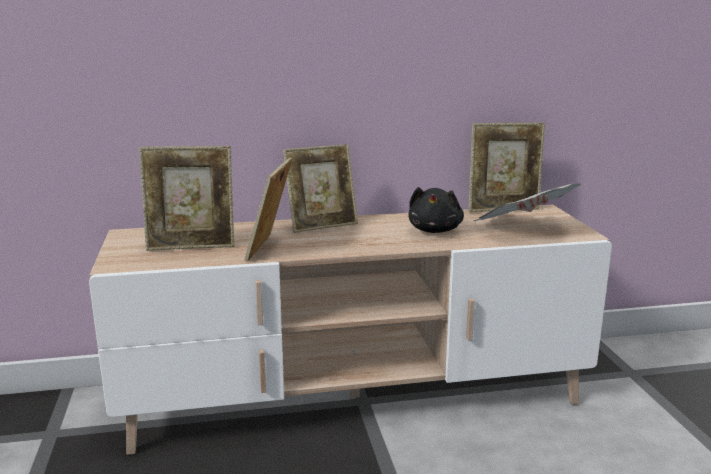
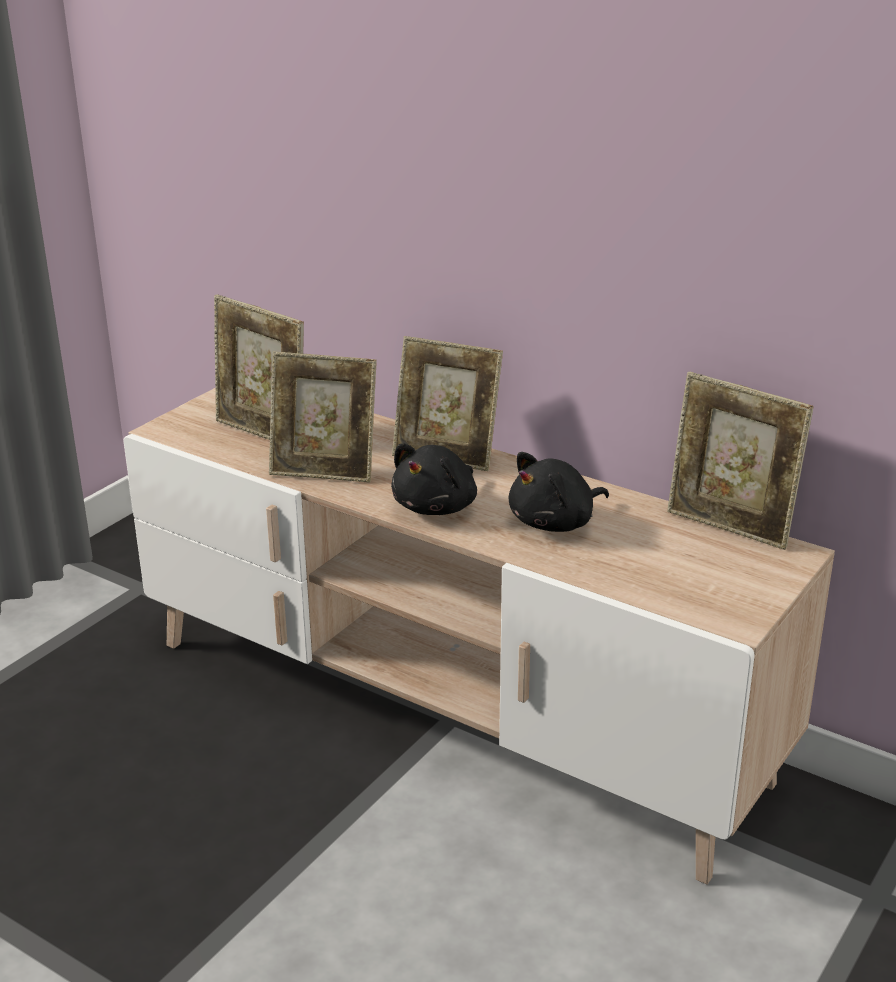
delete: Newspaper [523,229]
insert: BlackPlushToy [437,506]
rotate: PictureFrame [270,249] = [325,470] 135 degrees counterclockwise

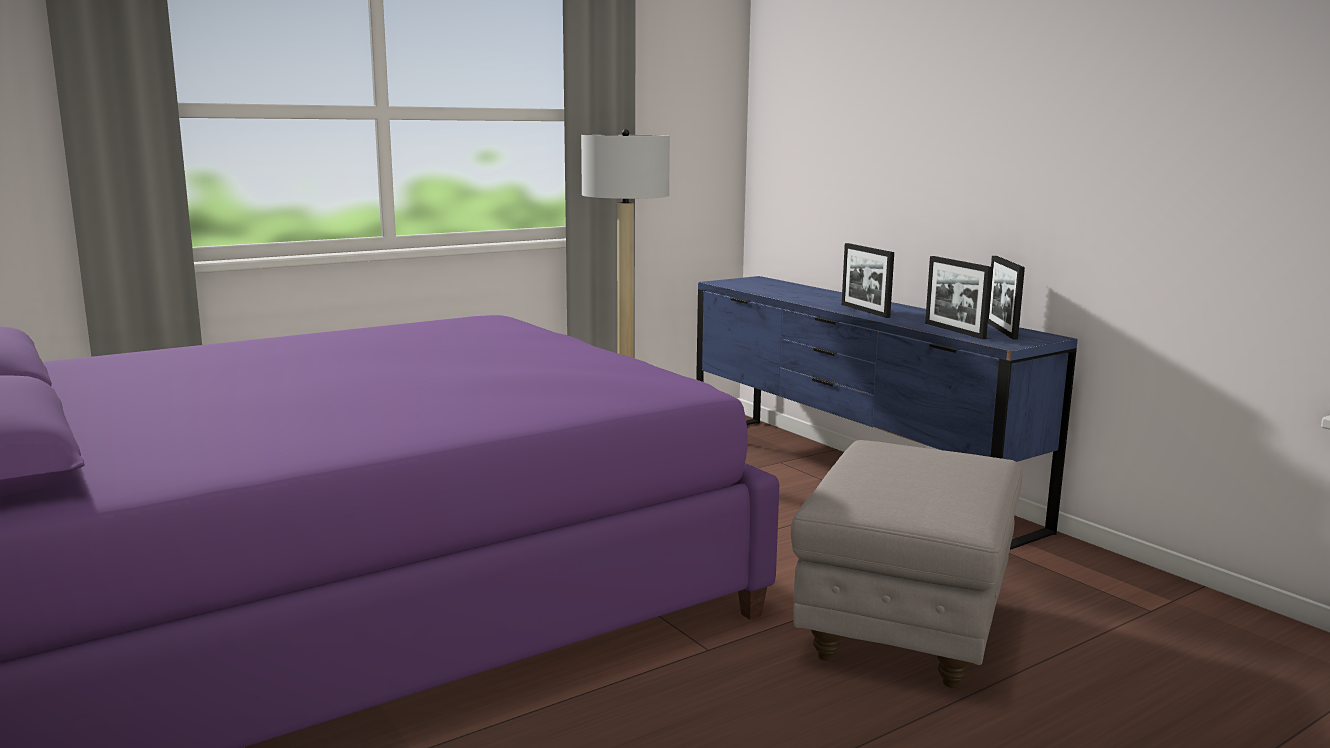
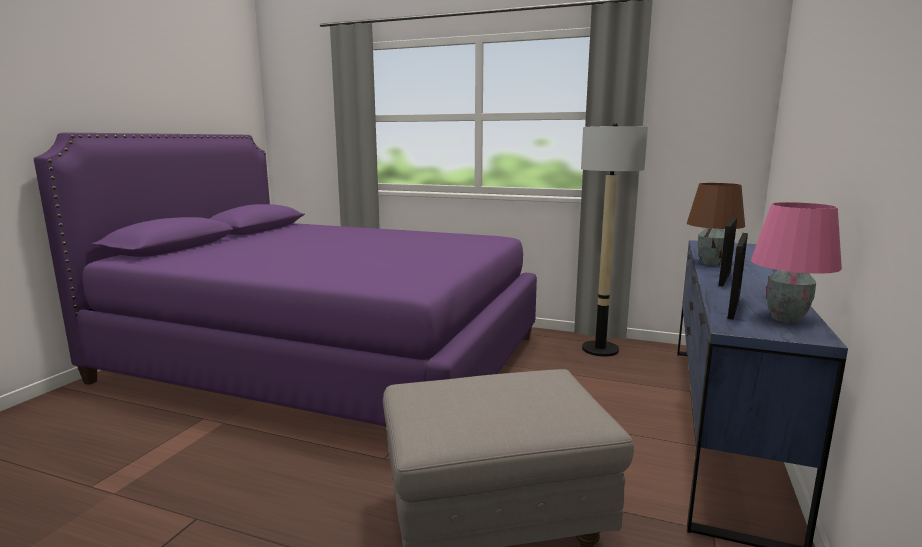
insert: BrownTableLamp [710,263]
replace: PictureFrame [1001,330] to PinkTableLamp [786,319]

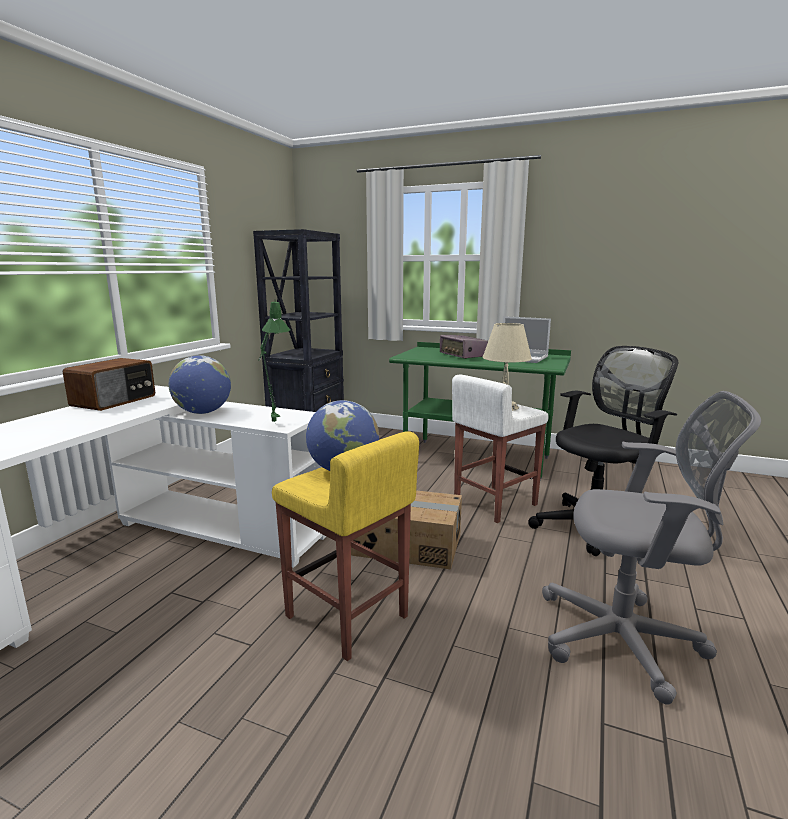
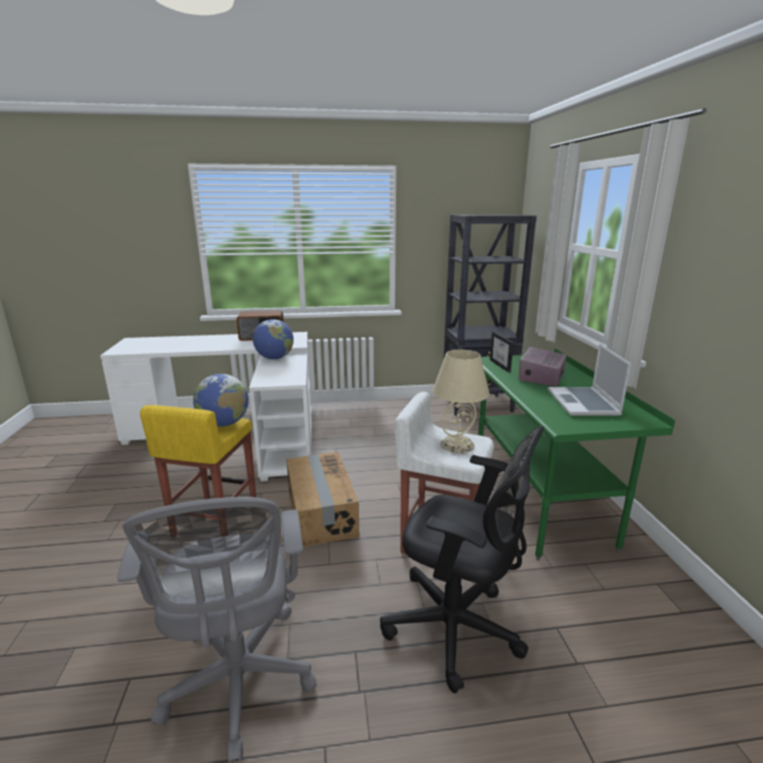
delete: GreenTableLamp [272,421]
insert: PictureFrame [503,366]

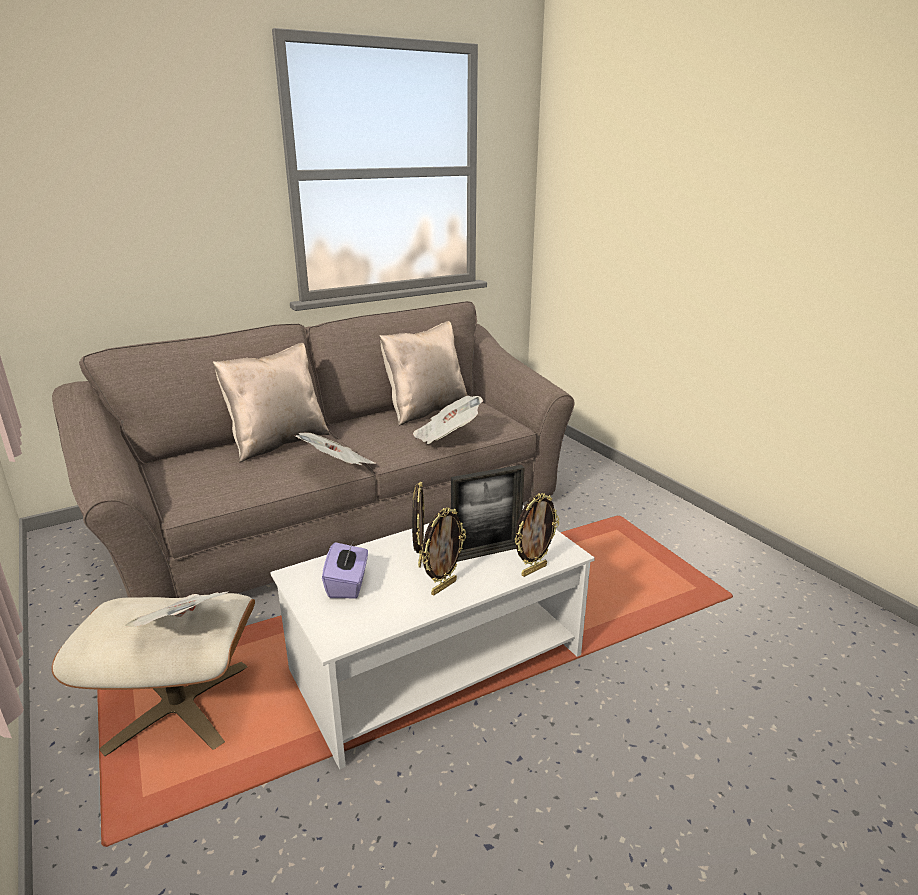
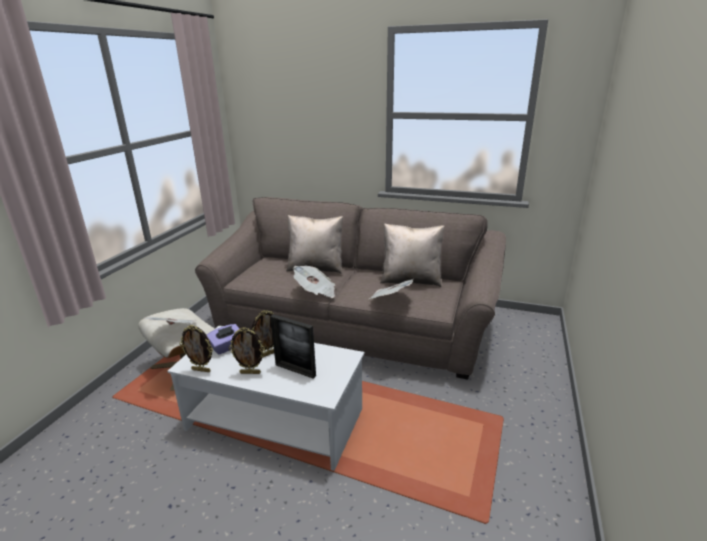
move: PictureFrame [533,570] to [201,370]

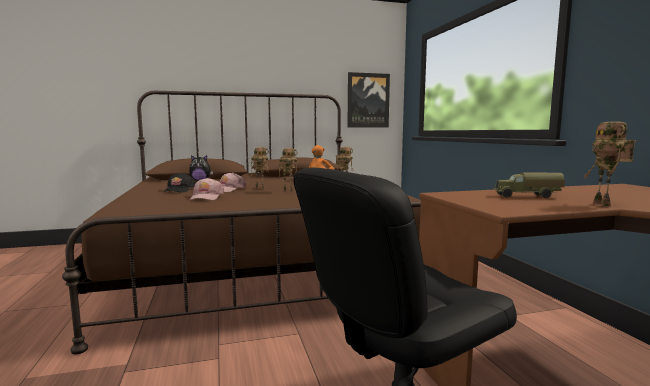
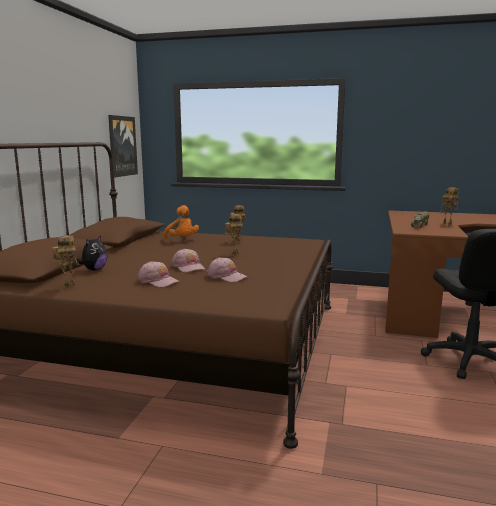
move: ToyRobot [260,188] to [69,287]
recolor: BlackCap [179,190] to PinkCap [158,281]

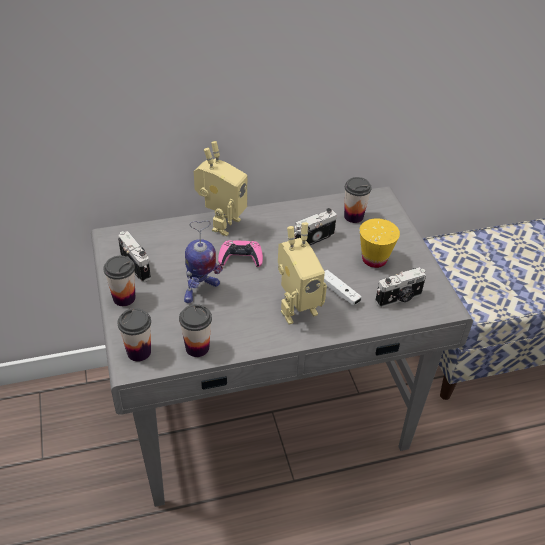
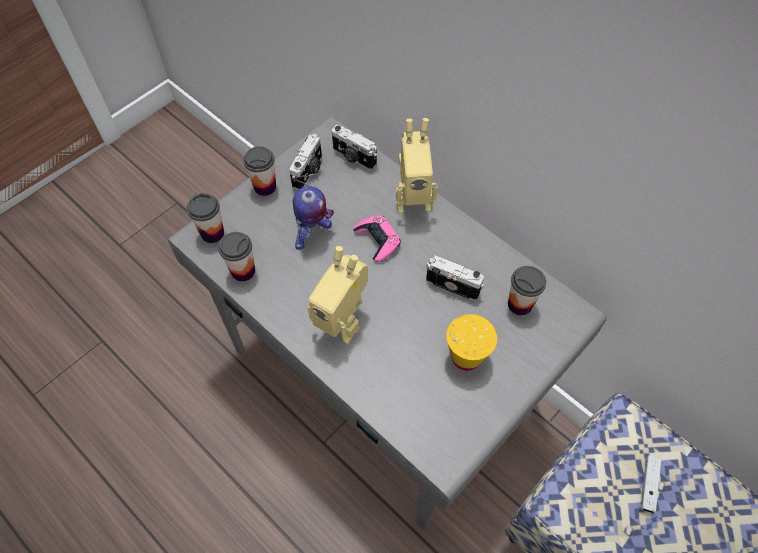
move: WhiteGameController [339,292] to [648,485]; PhotoCamera [399,298] to [353,158]
rotate: ToyRobot [200,291] = [312,234] 60 degrees counterclockwise

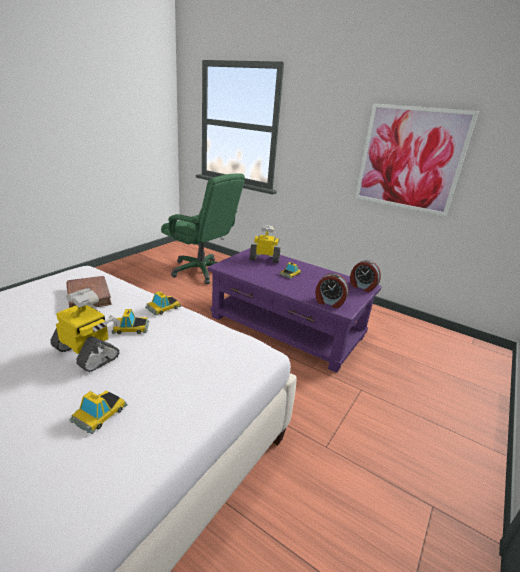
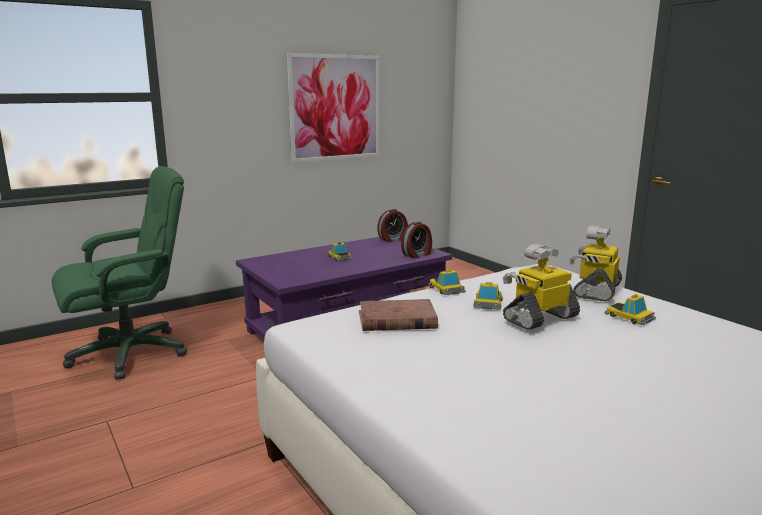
move: ToyRobot [264,259] to [595,290]

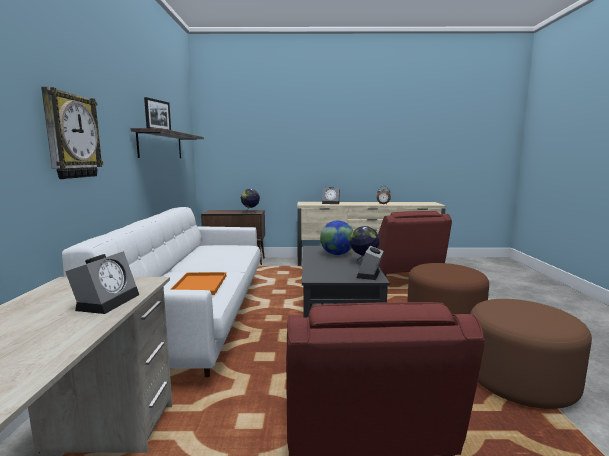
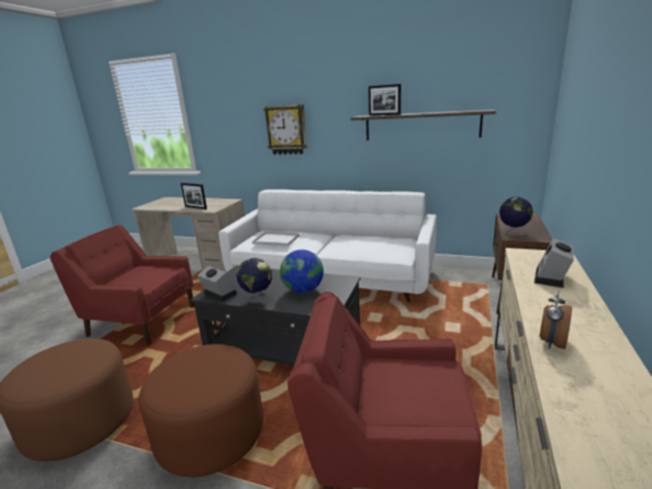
replace: AlarmClock [107,301] to PictureFrame [196,207]
recolor: OrangeTray [199,284] to WhiteTray [277,239]

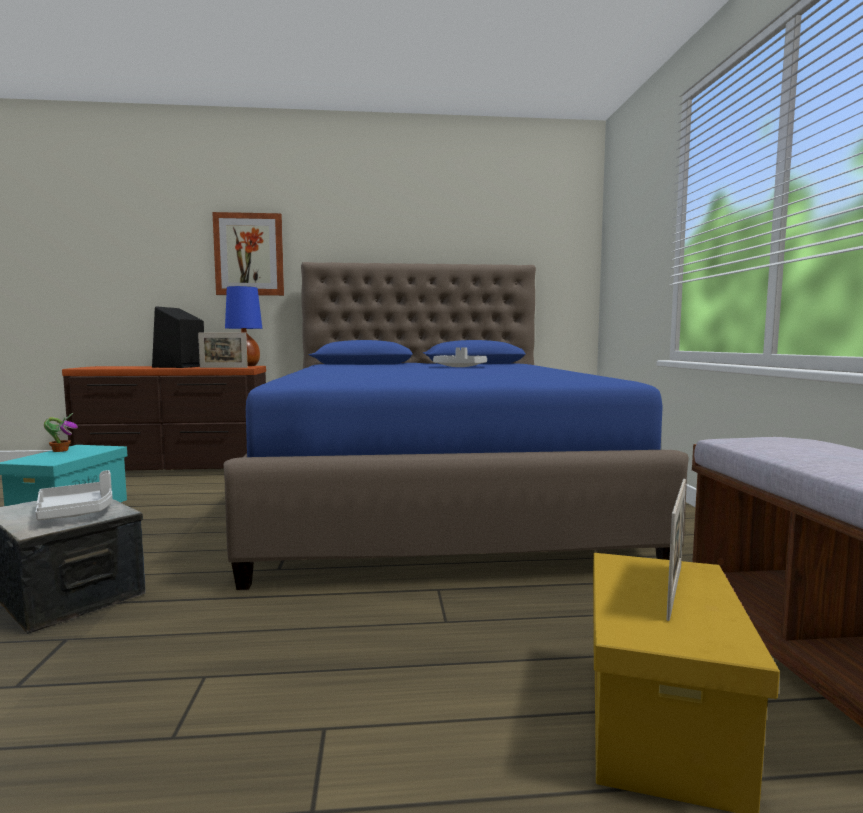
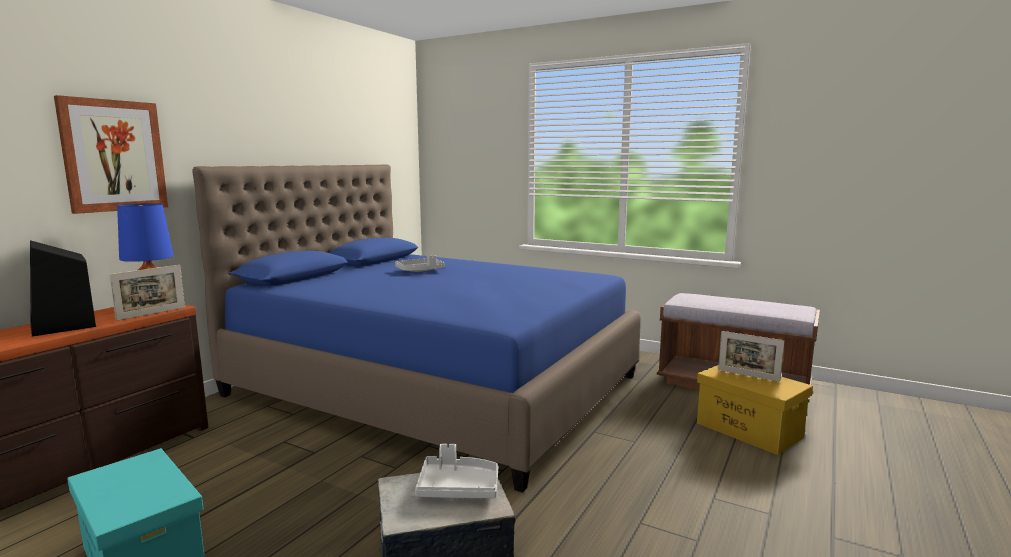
delete: PottedPlant [60,450]
rotate: PictureFrame [674,590] = [748,375] 150 degrees clockwise

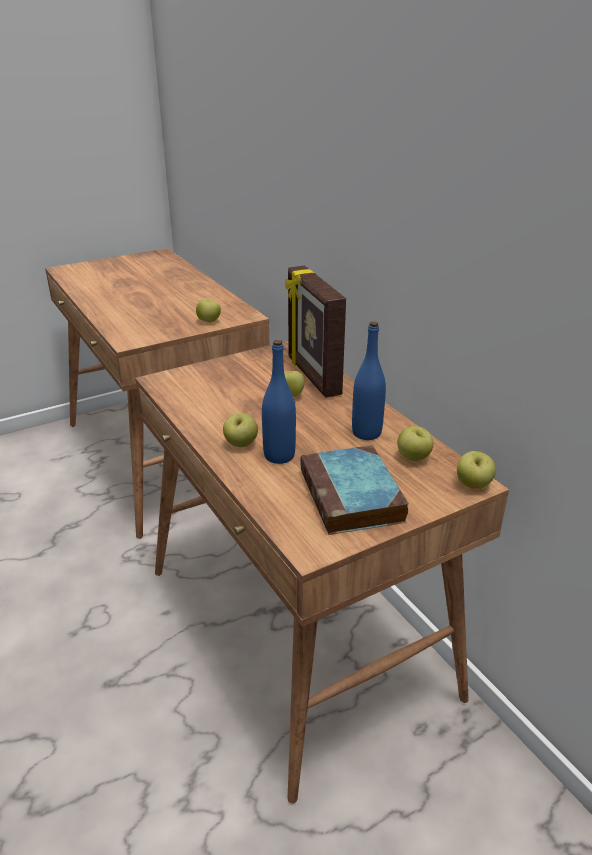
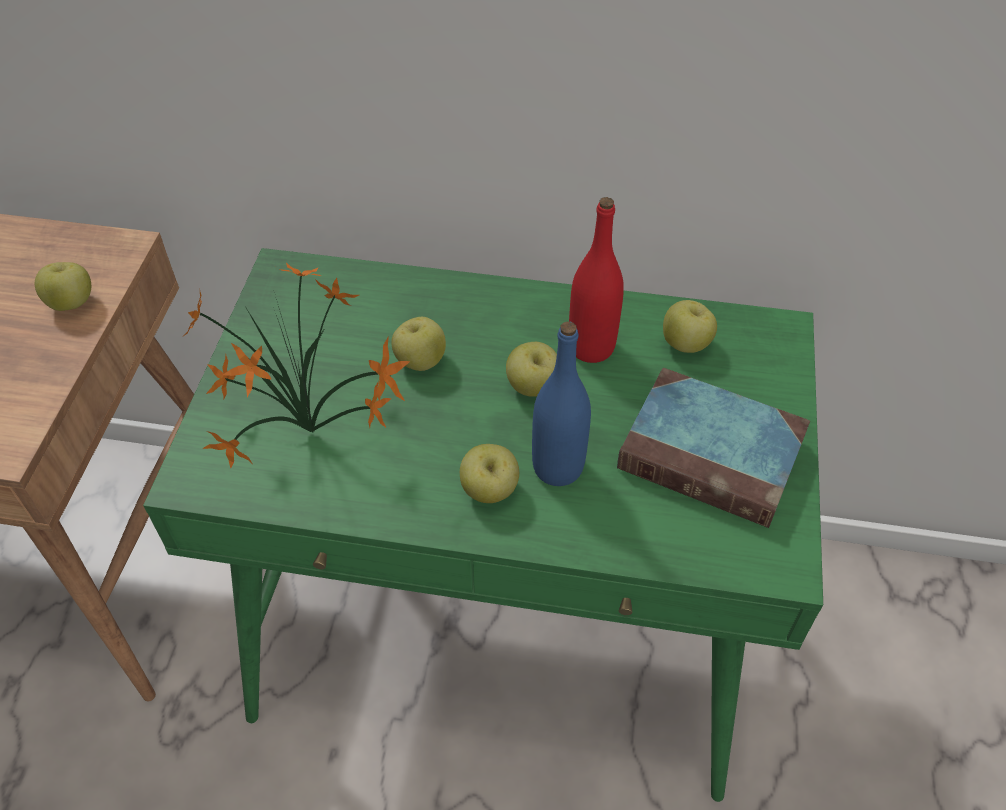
delete: PictureFrame [312,376]
insert: PottedPlant [316,435]
move: Apple [473,485] to [532,387]
recolor: BrownDesk [298,632] to GreenDesk [505,624]; BlueBottle [366,433] to RedBottle [591,347]

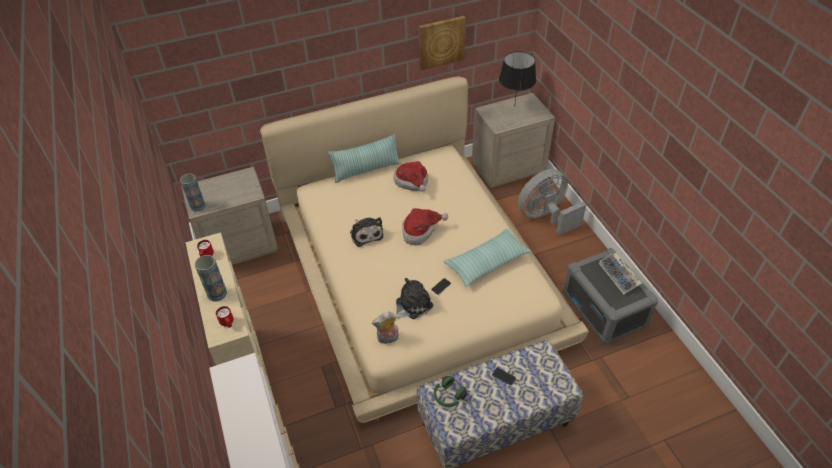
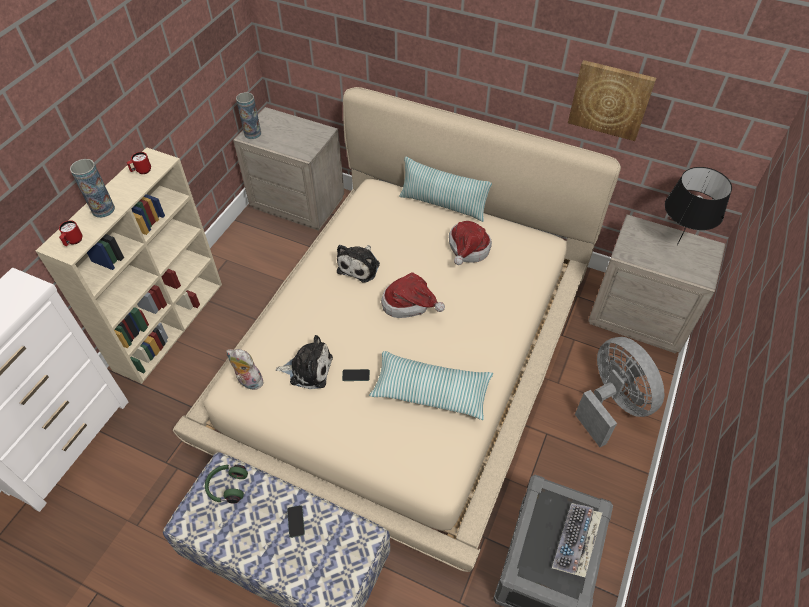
rotate: GreyFan [545,217] = [612,404] 45 degrees clockwise

